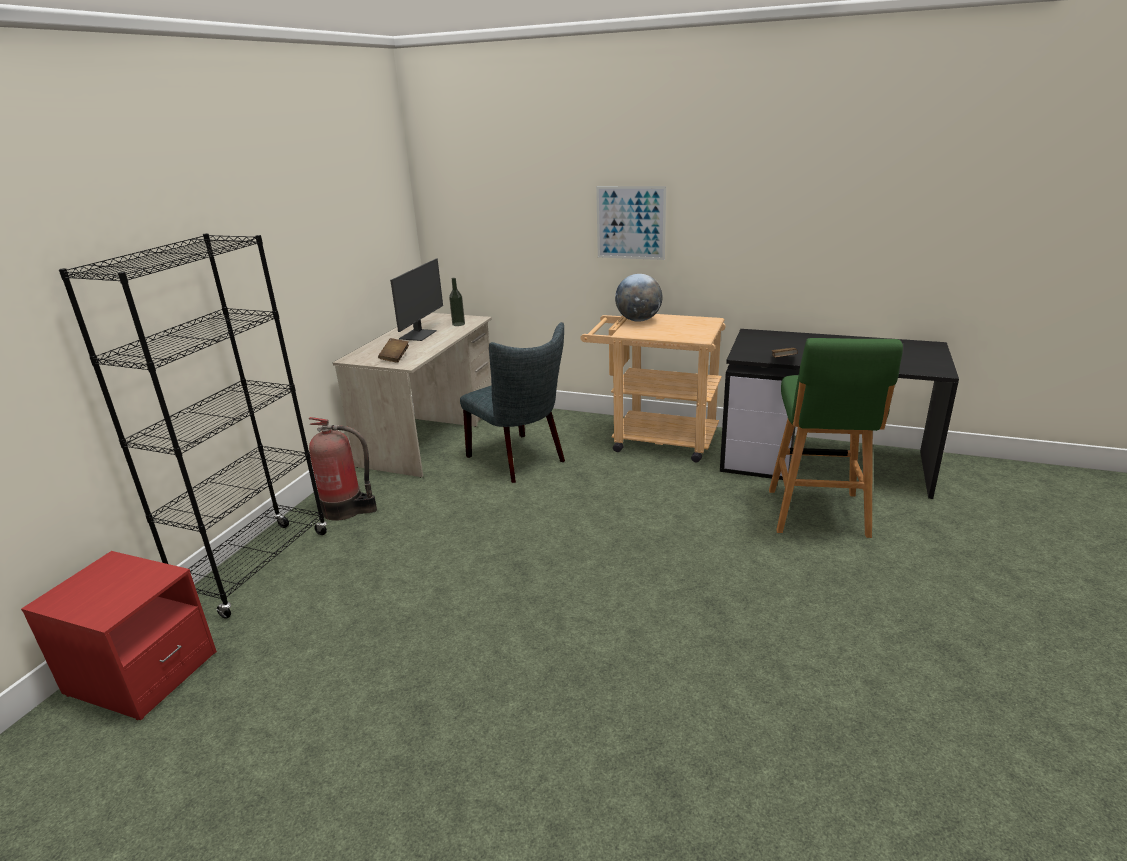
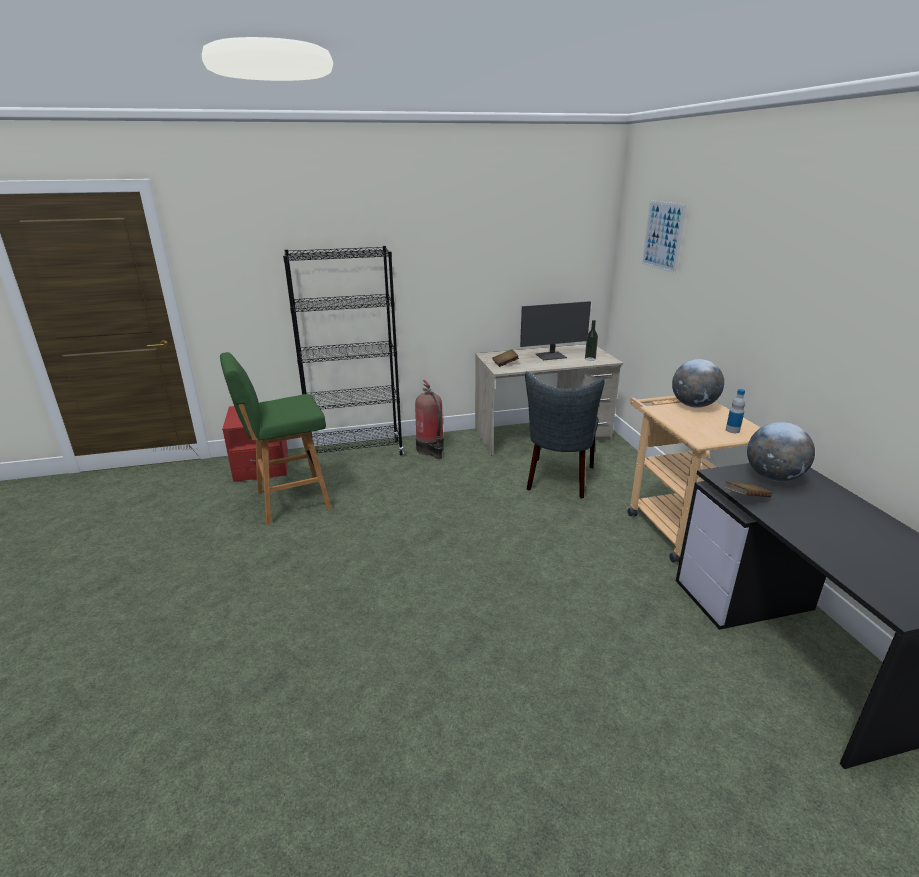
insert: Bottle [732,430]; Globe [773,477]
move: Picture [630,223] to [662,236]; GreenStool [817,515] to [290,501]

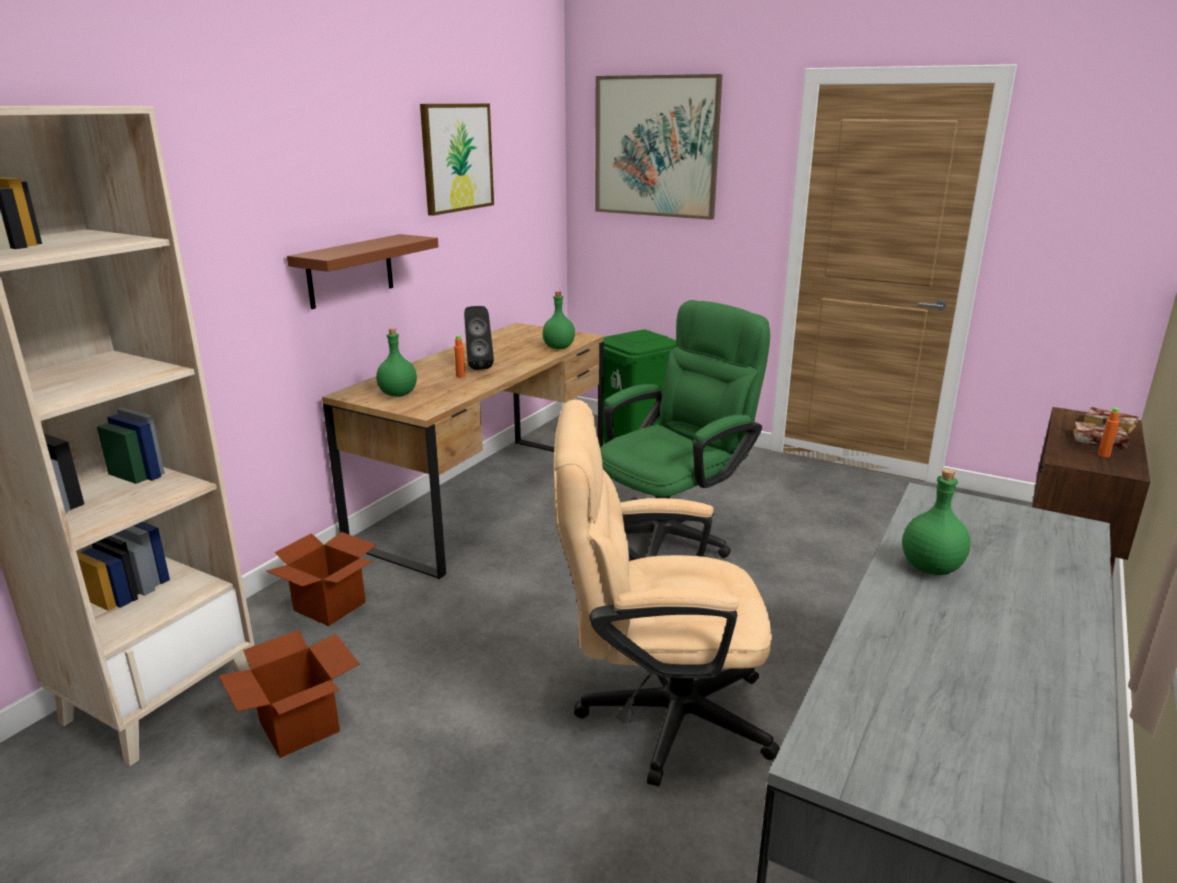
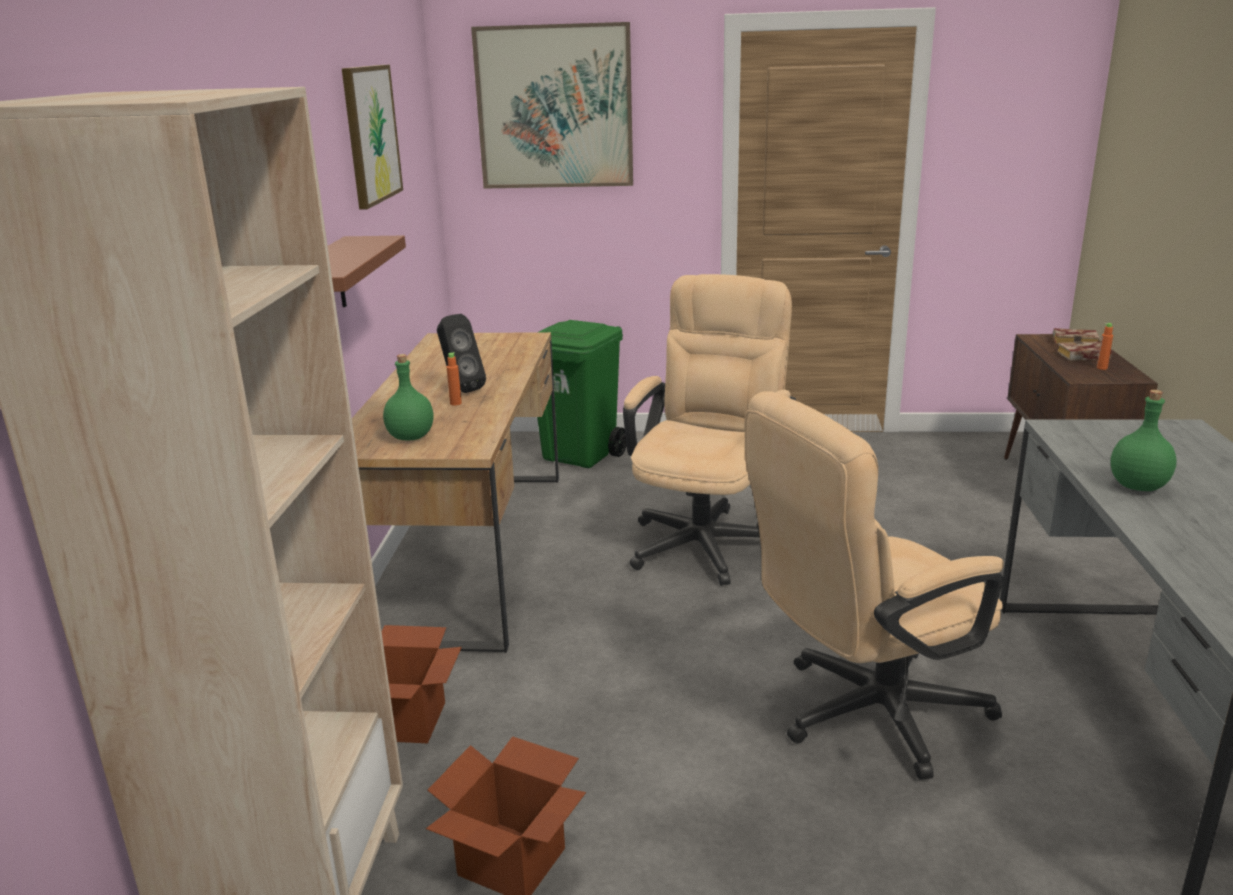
delete: GreenBottle [558,348]
recolor: GreenOfficeChair [672,534] to BeigeOfficeChair [707,538]

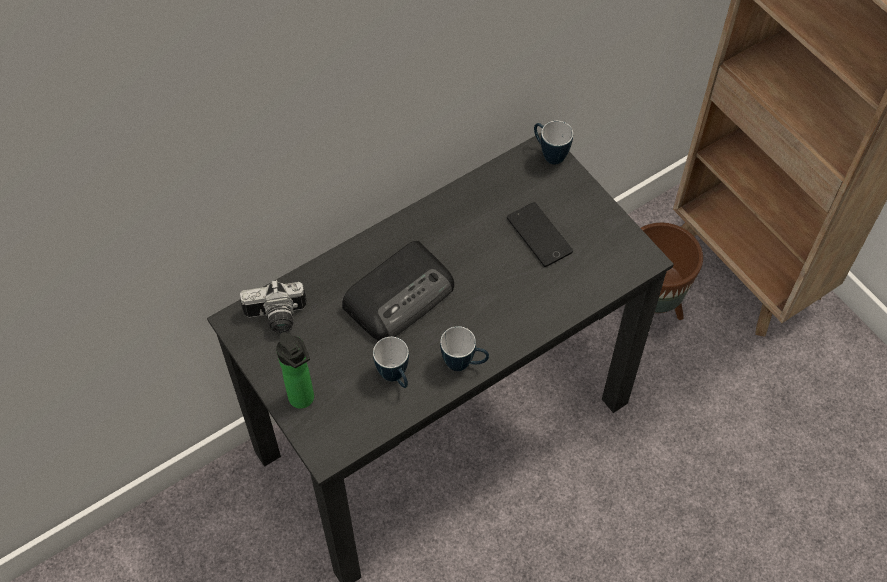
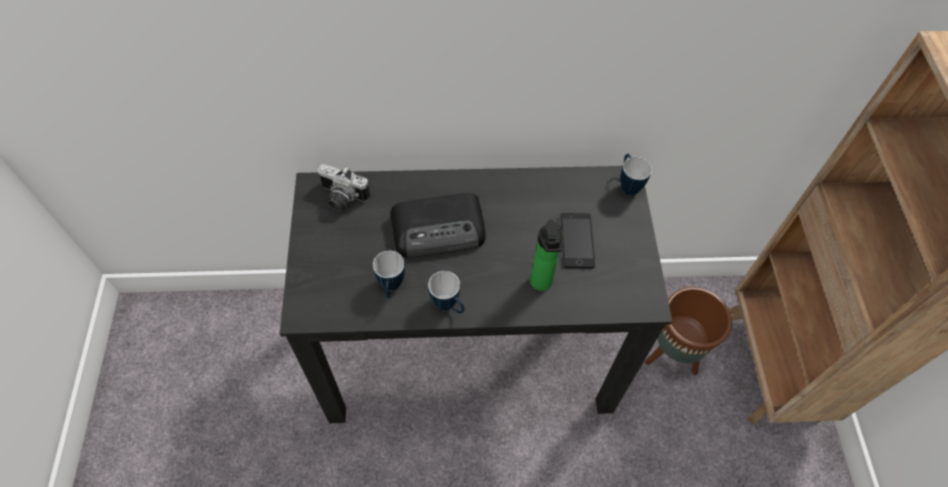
move: Bottle [303,400] to [541,284]

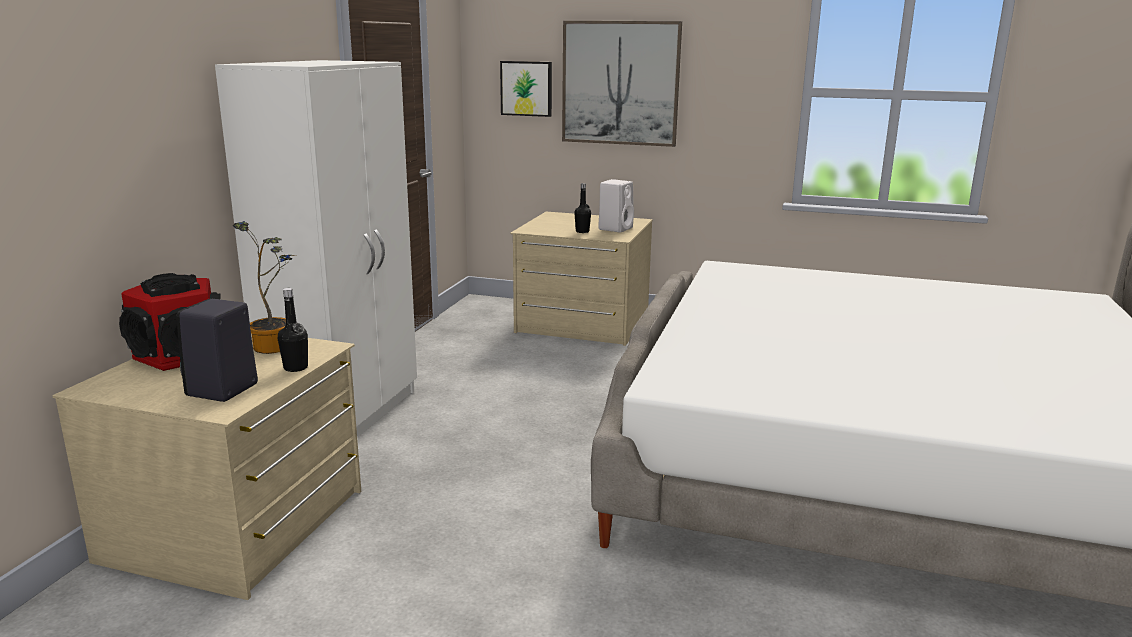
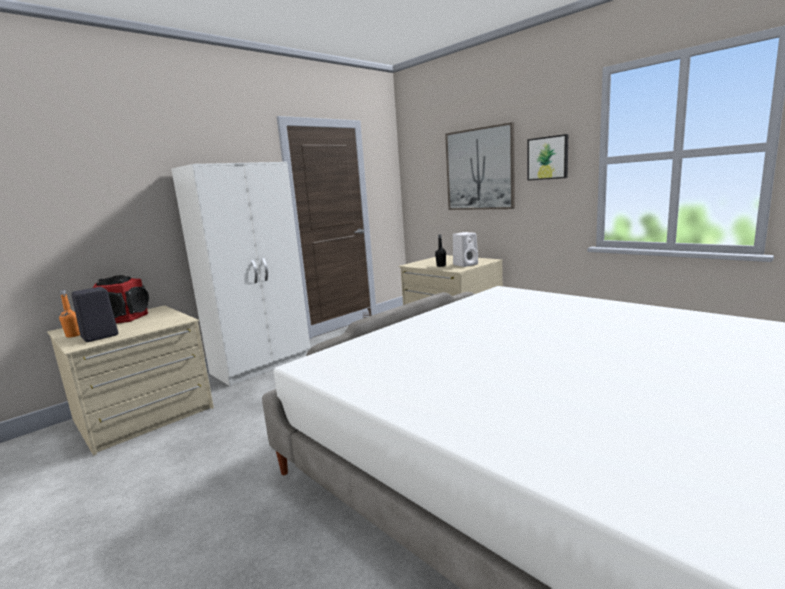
delete: PottedPlant [276,345]; BlackBottle [295,368]
insert: OrangeBottle [74,335]
move: Picture [526,88] to [548,158]

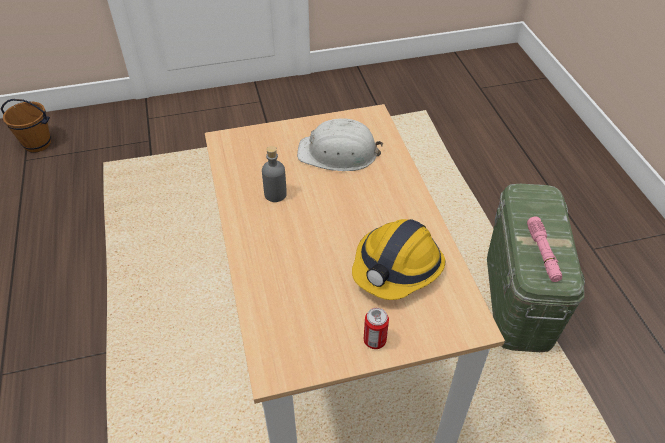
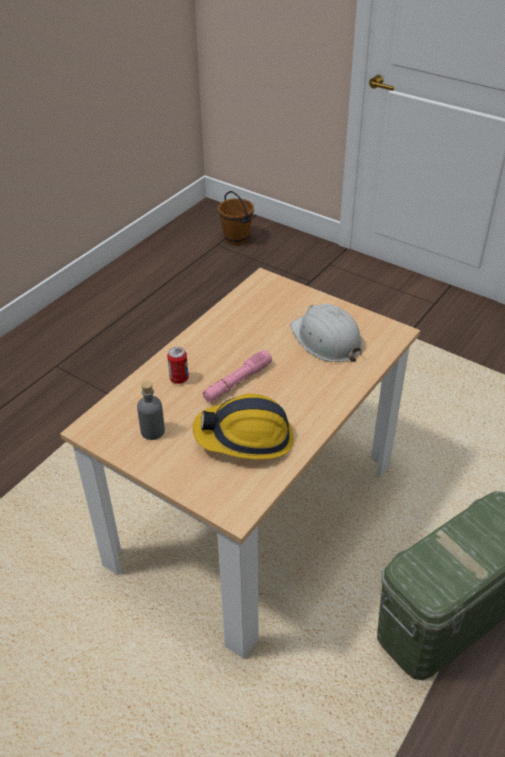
move: GreyBottle [275,194] to [153,431]; Can [374,340] to [179,379]; PinkFlashlight [542,253] to [237,382]

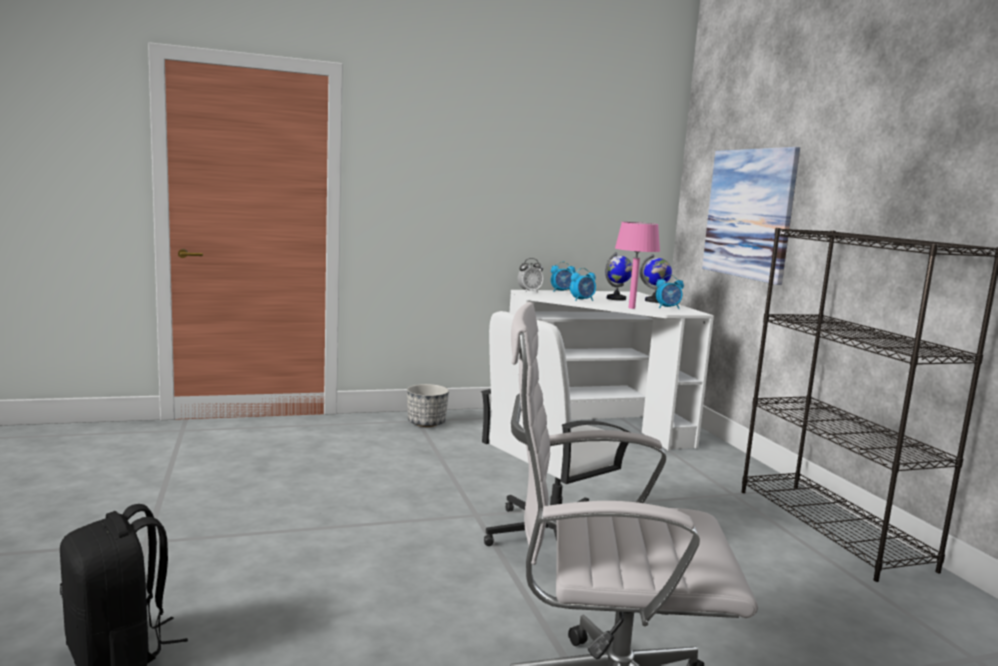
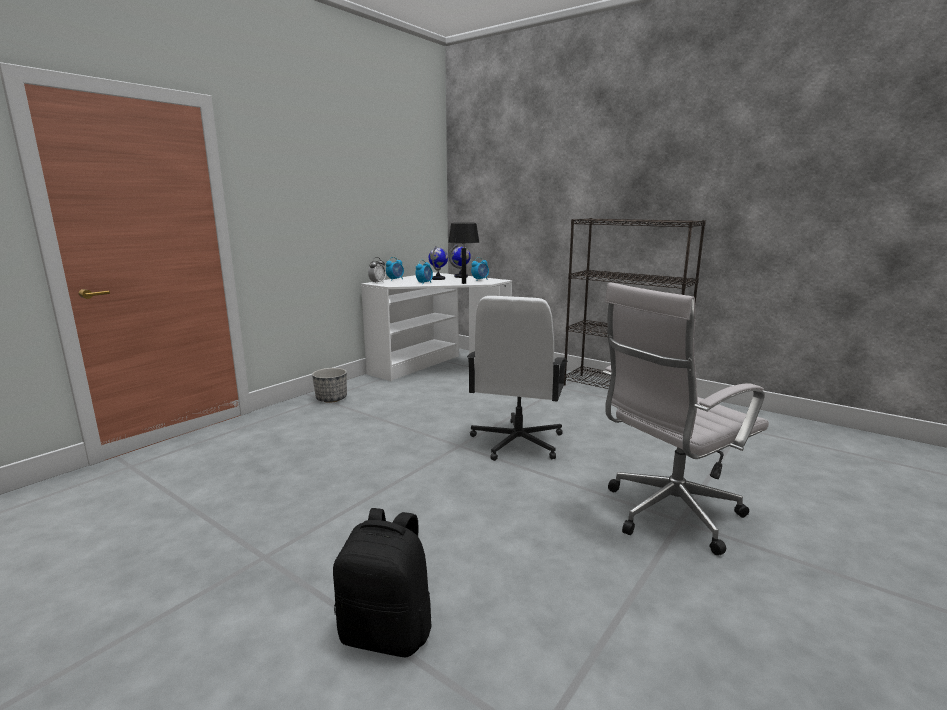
delete: Picture [749,213]
recolor: PinkTableLamp [632,308] to BlackTableLamp [464,283]

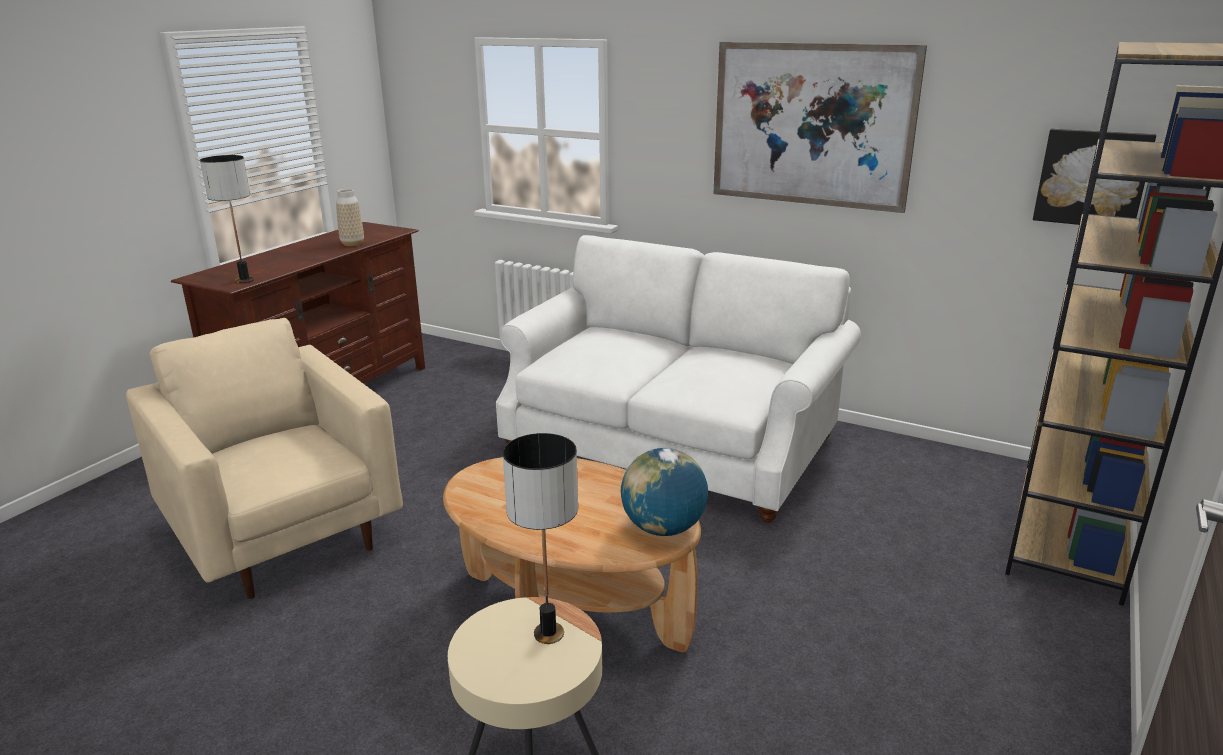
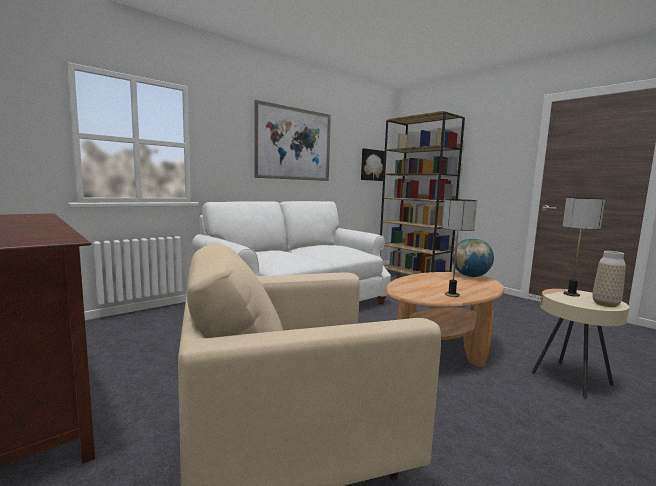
move: TableLamp [245,280] to [452,295]; Vase [352,244] to [605,304]

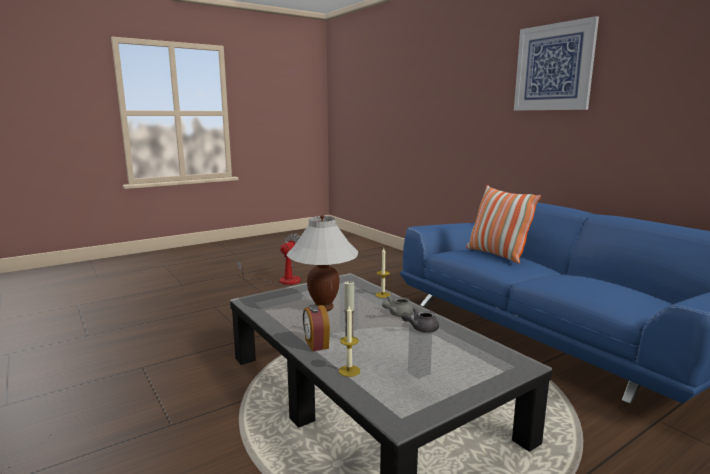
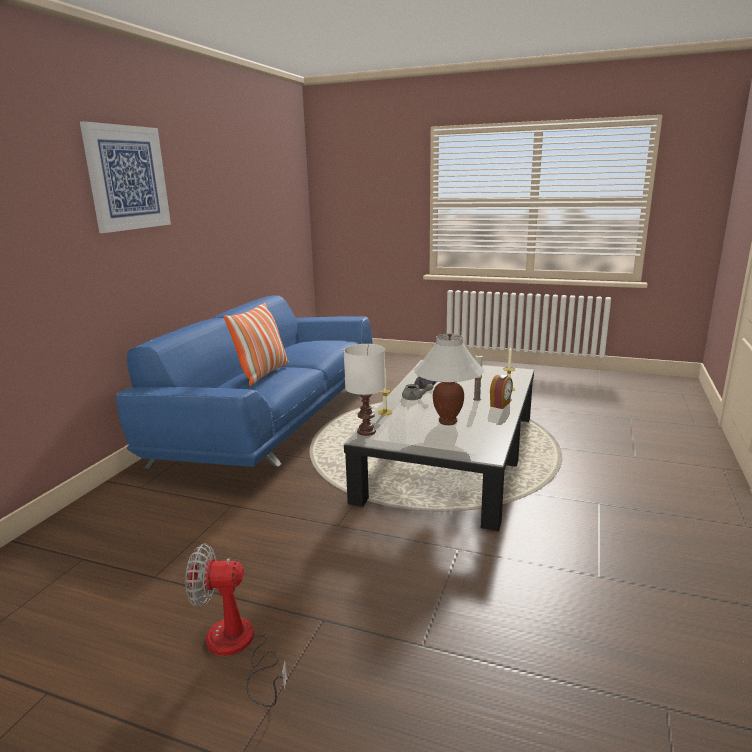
insert: WhiteTableLamp [366,432]

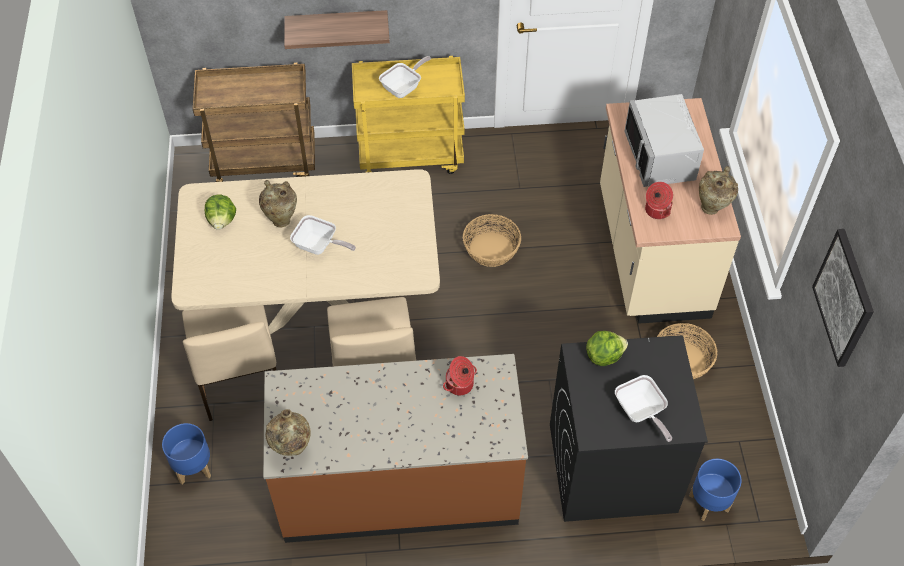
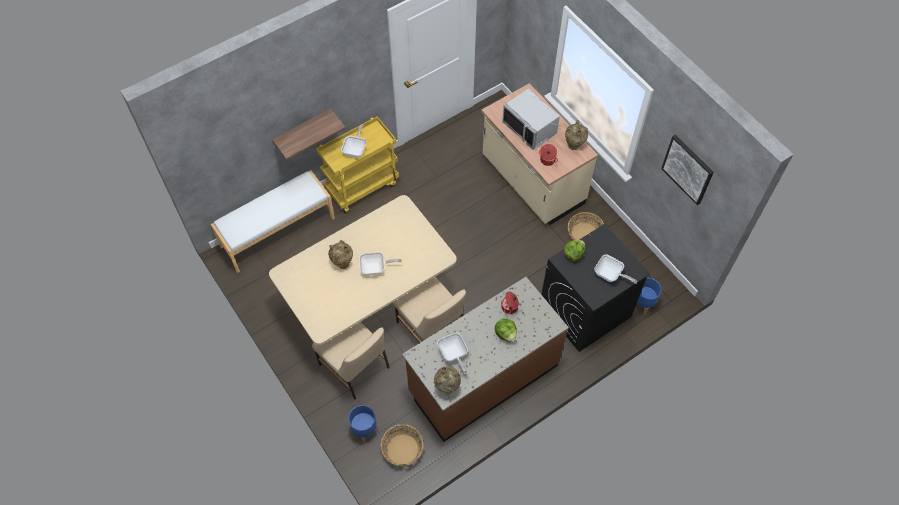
insert: FryingPan [453,355]
move: Lettuce [222,220] to [505,334]; Basket [491,250] to [402,449]
replace: BrownCart [265,163] to WhiteBench [277,231]

